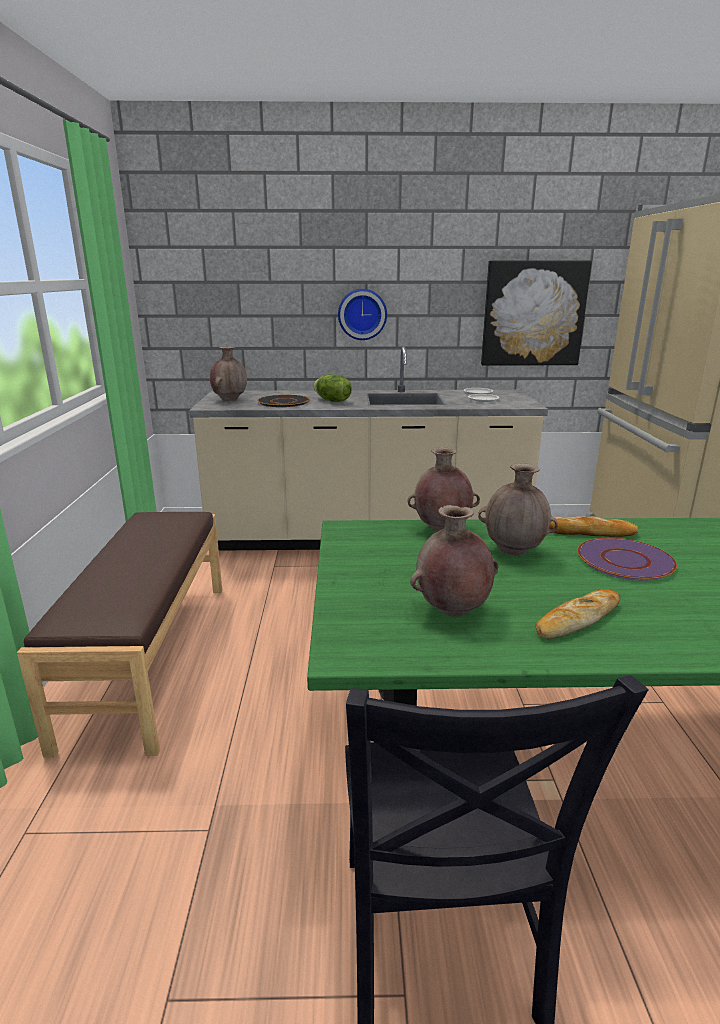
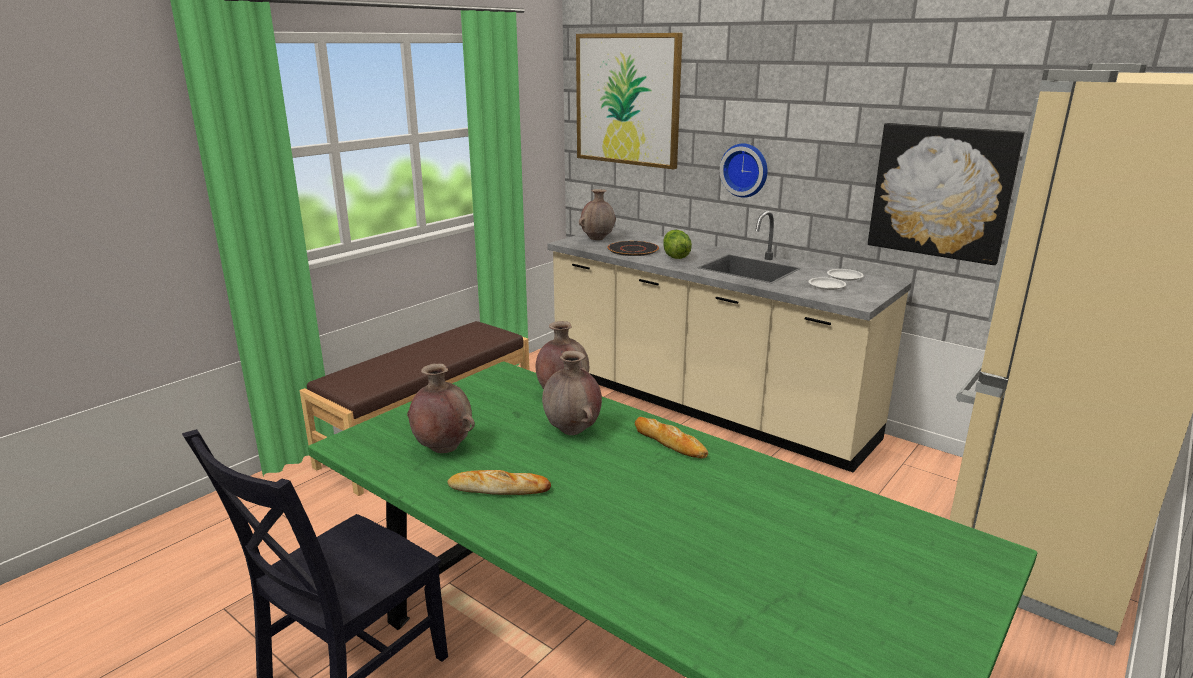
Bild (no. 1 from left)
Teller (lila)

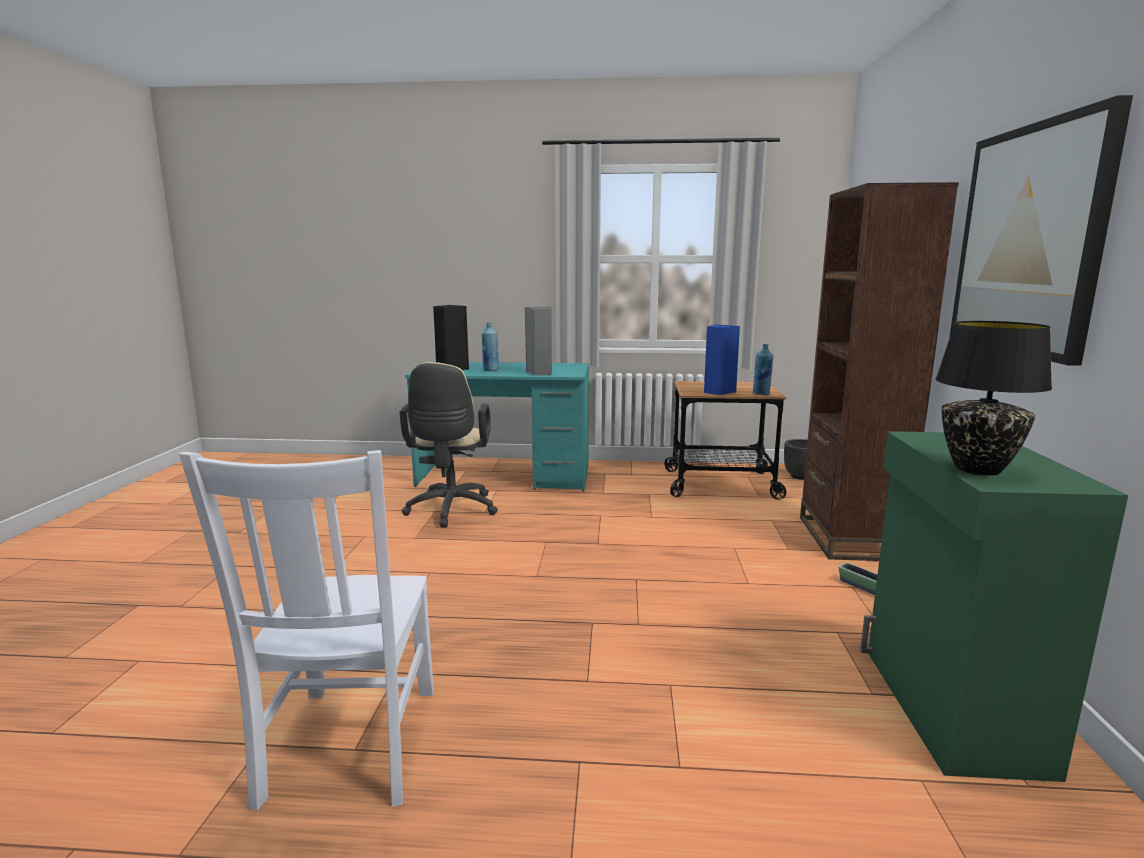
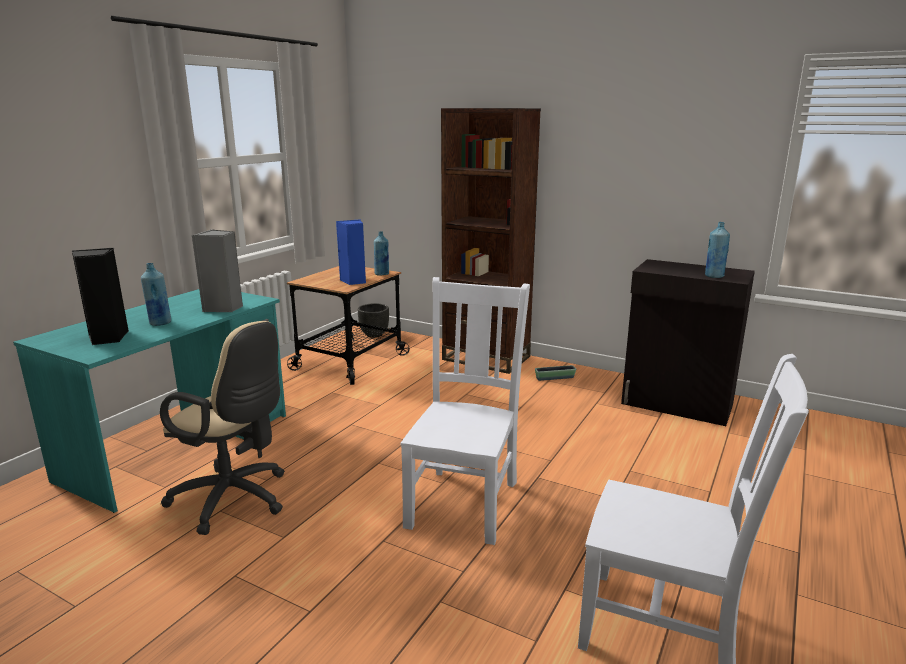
Stuhl (weiß) (no. 1 from left)
Schrank (schwarz)
Flasche (blau) (no. 3 from left)
Bild

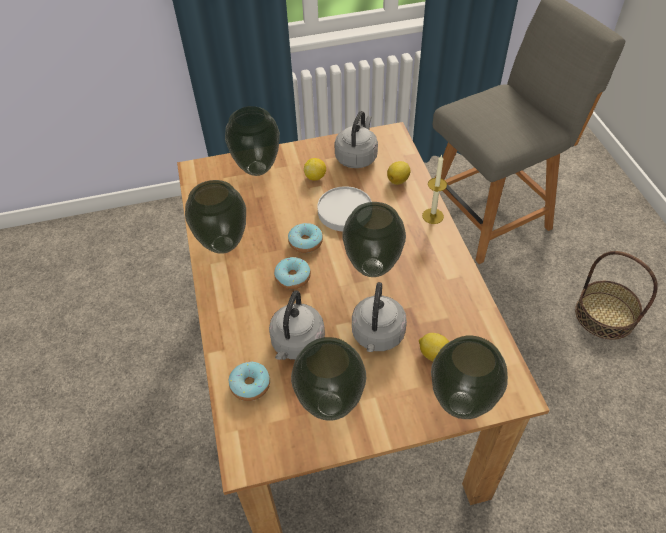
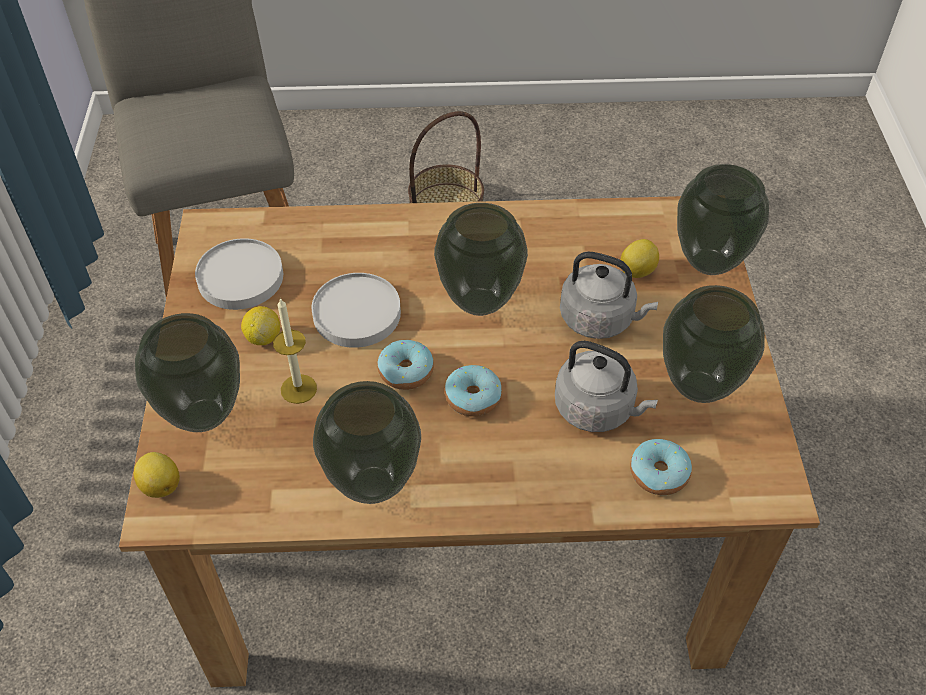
Zitrone (no. 1 from left)
Teller (weiß) (no. 1 from left)
Kerze

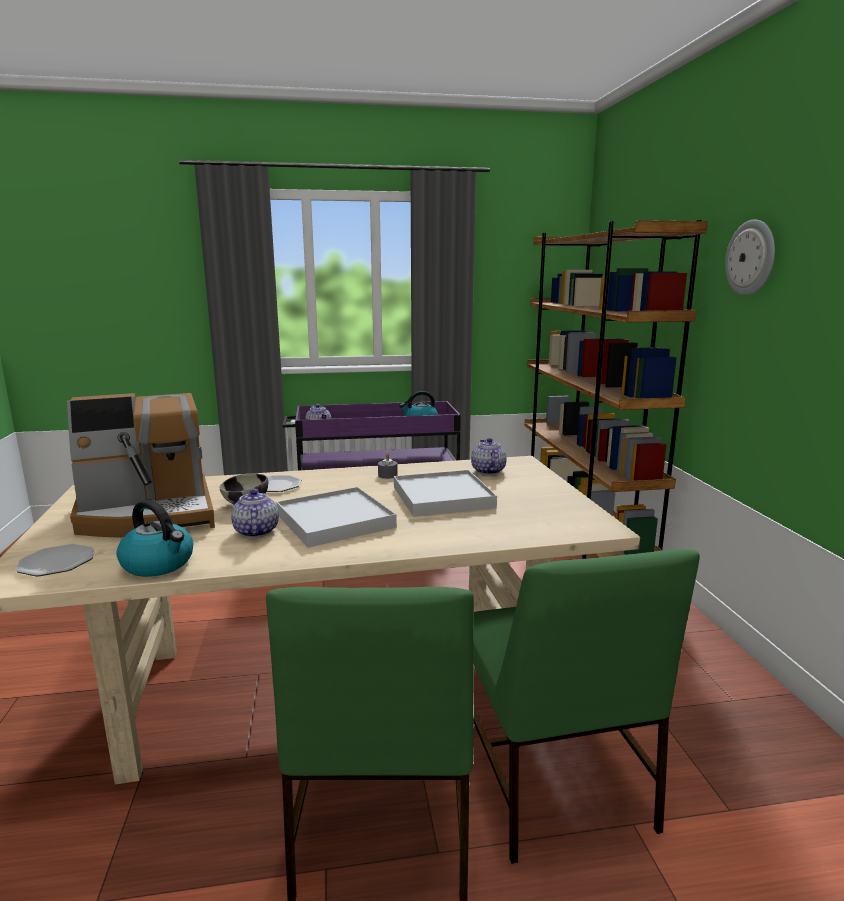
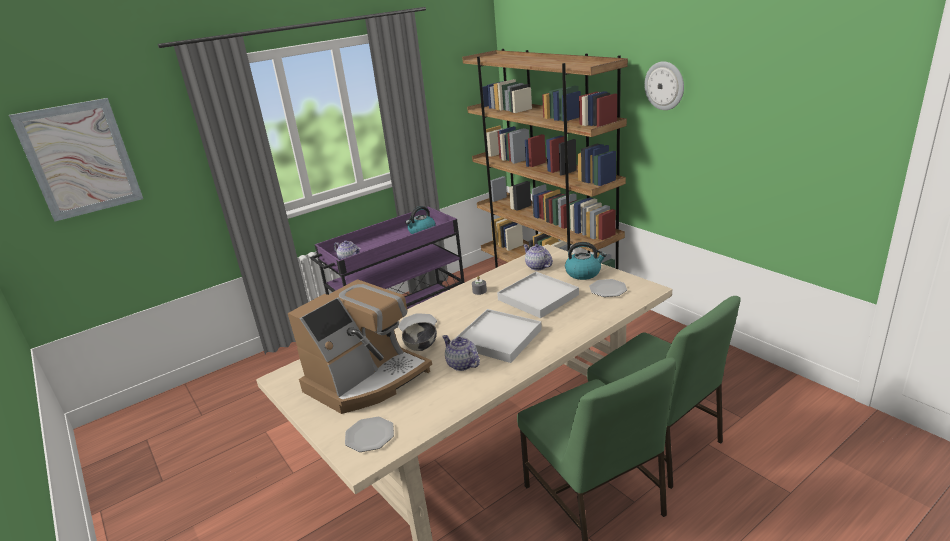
Bild
Wasserkessel (no. 2 from left)
Teller (no. 3 from left)

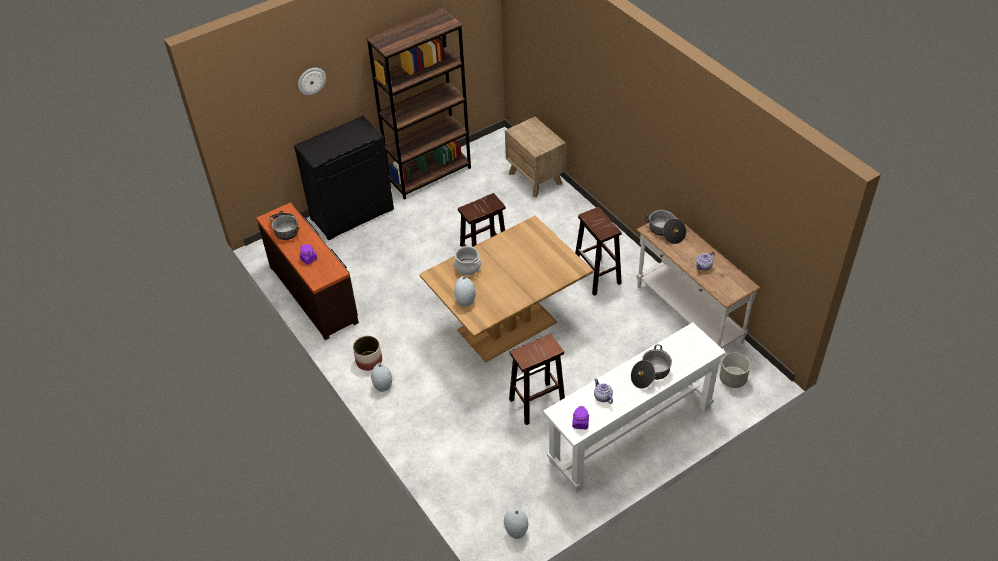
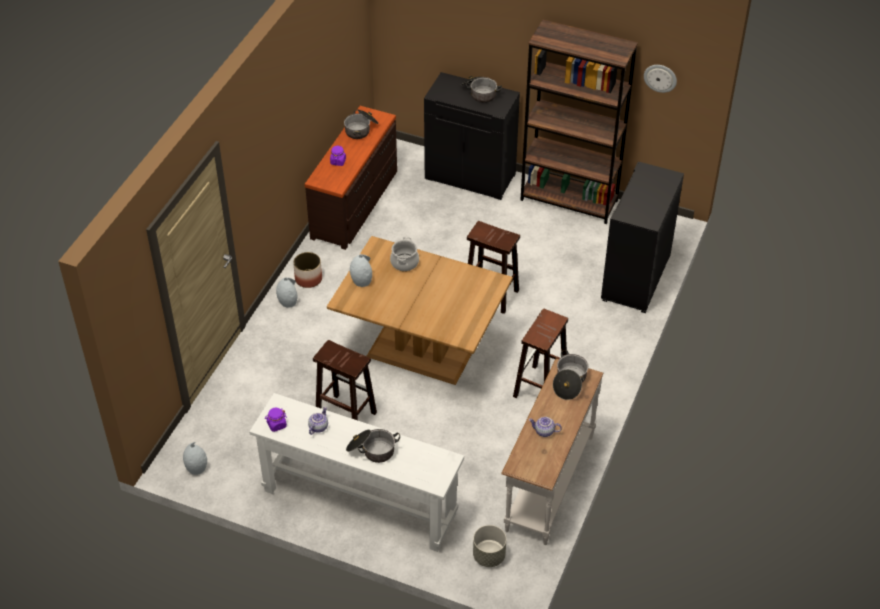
Kochtopf (no. 4 from left)
Schrank (schwarz) (no. 2 from left)
Wanduhr

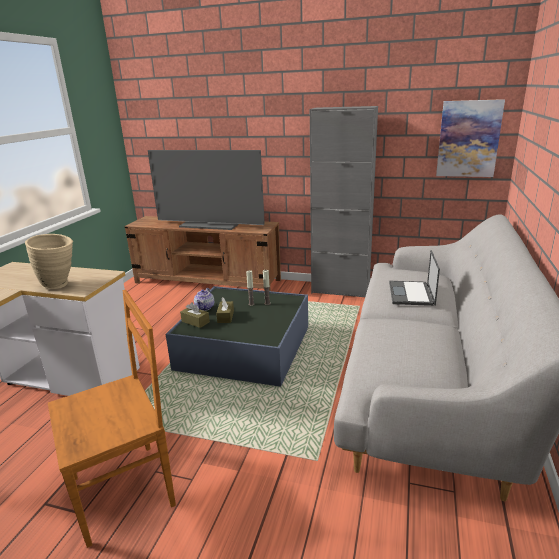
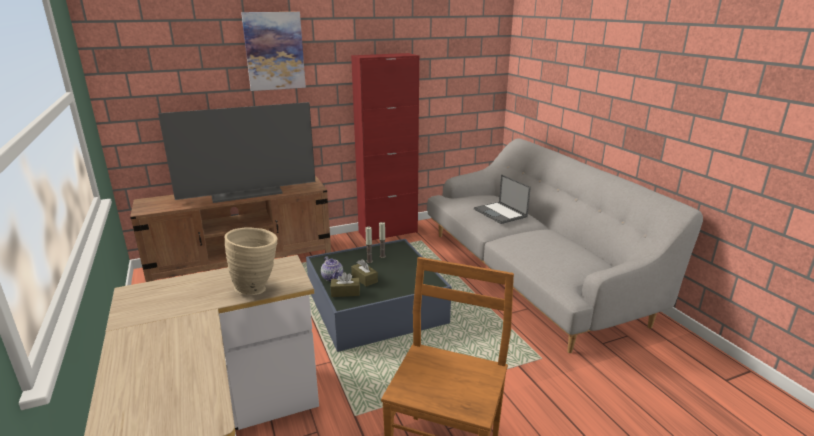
Bild
Schrank (rot)

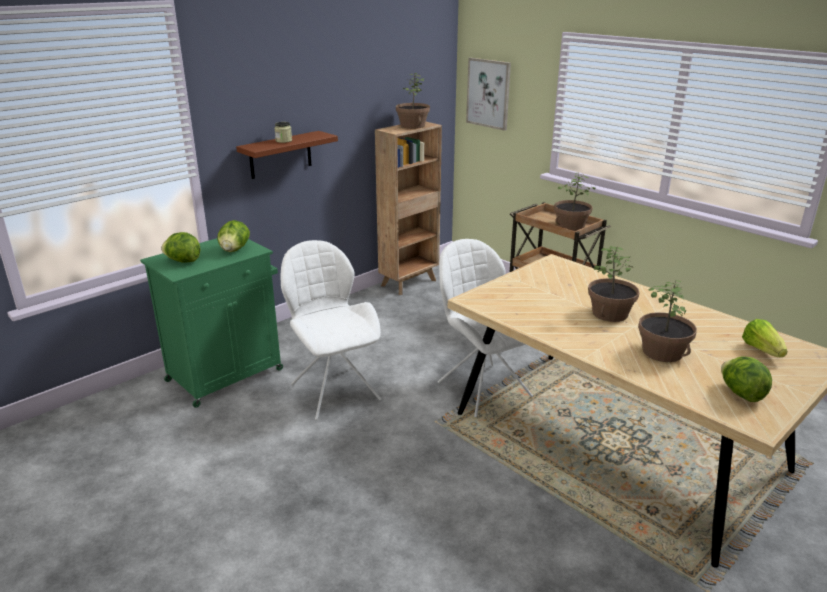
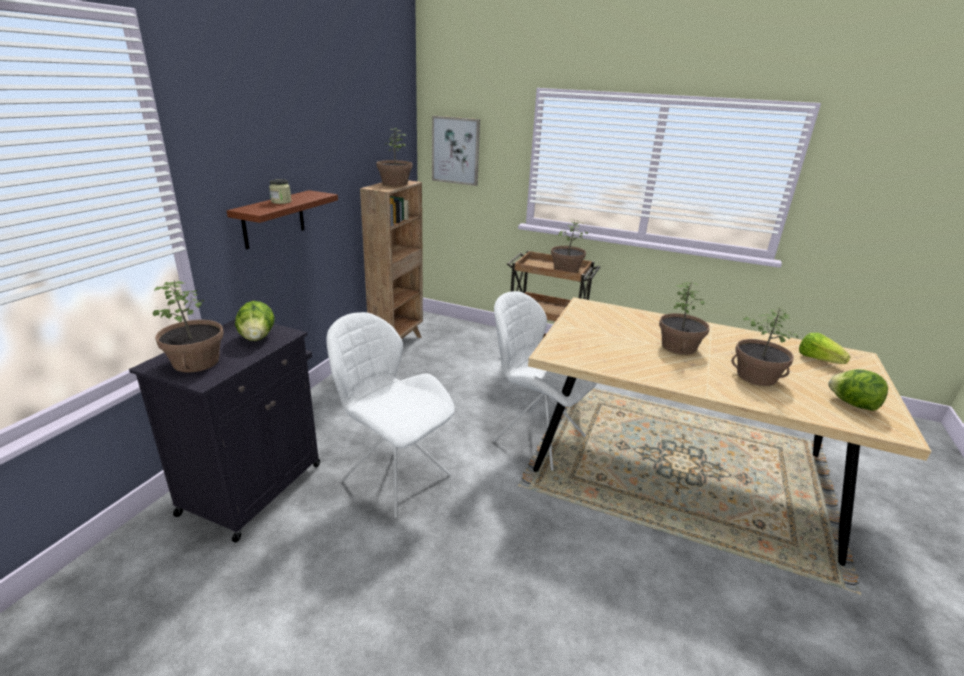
Schrank (schwarz)
Topfpflanze (no. 1 from left)

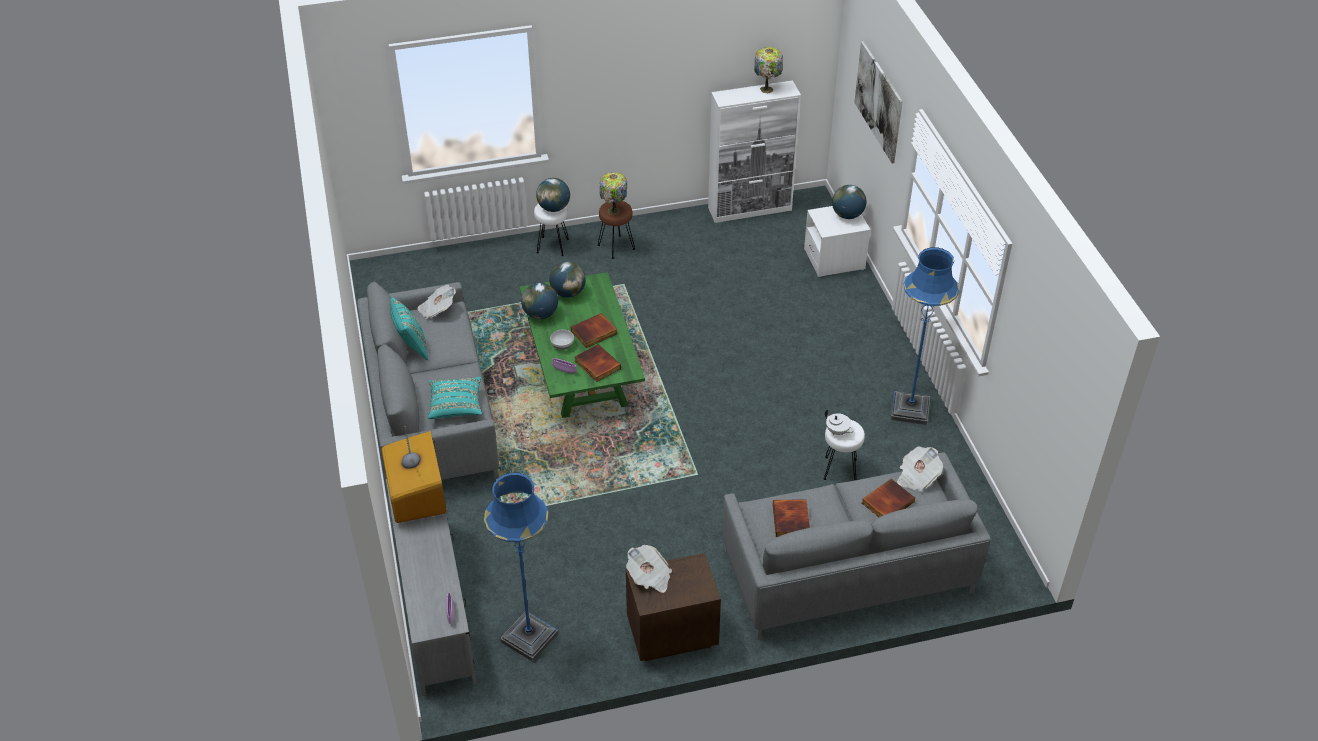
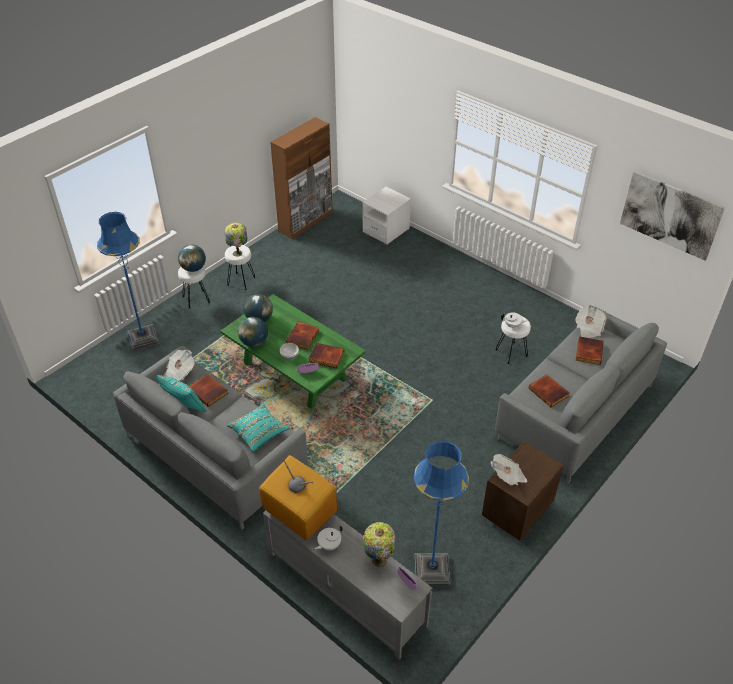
Stehlampe (blau) (no. 1 from left)
Buch (no. 1 from left)
Hocker (weiß) (no. 2 from left)
Schrank (braun)
Teekanne (weiß) (no. 1 from left)
Tischlampe (no. 2 from left)
Bild
Globus (no. 4 from left in the first image)

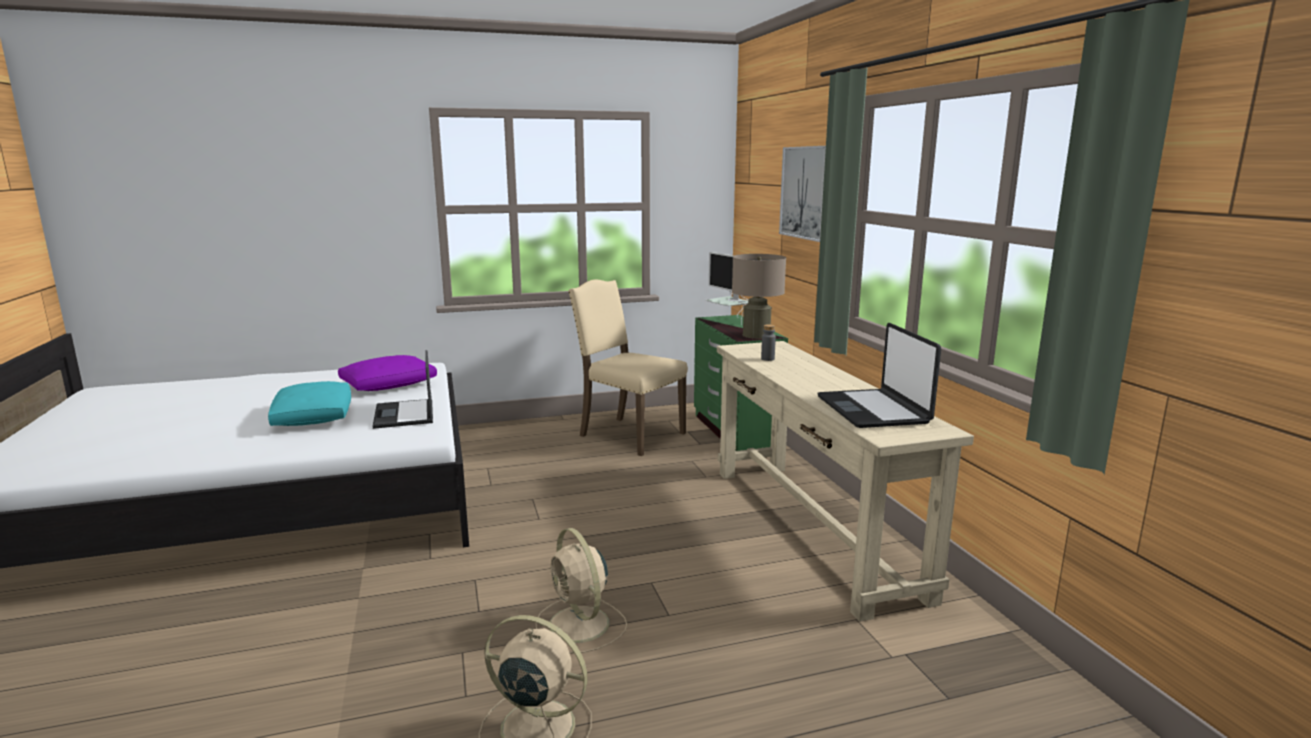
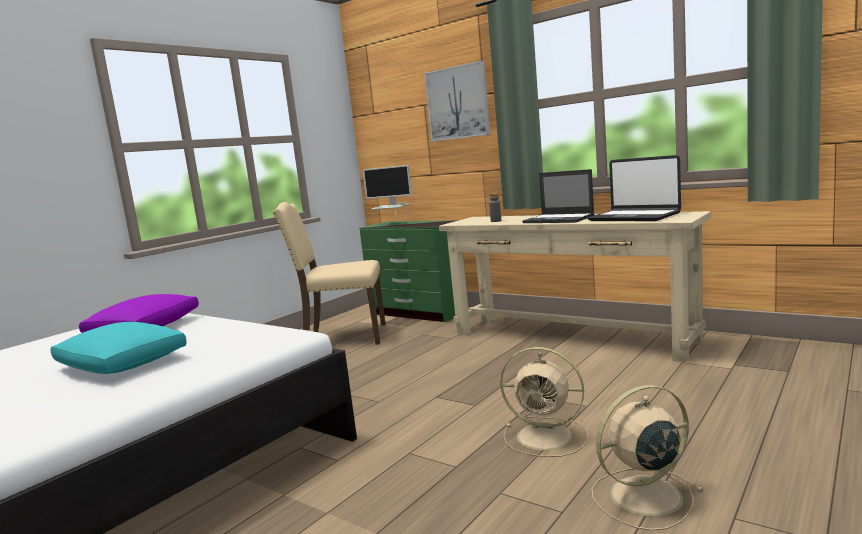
Laptop (no. 1 from left)
Tischlampe (beige)

